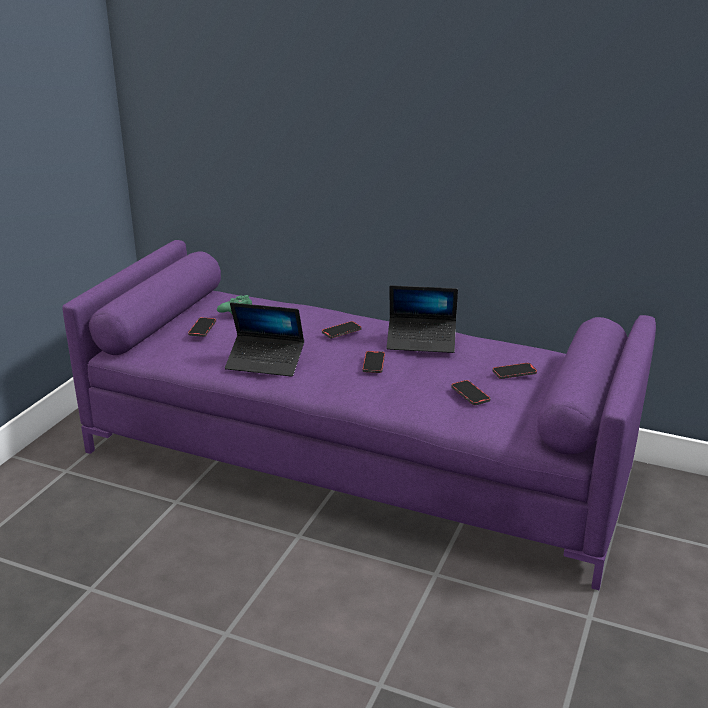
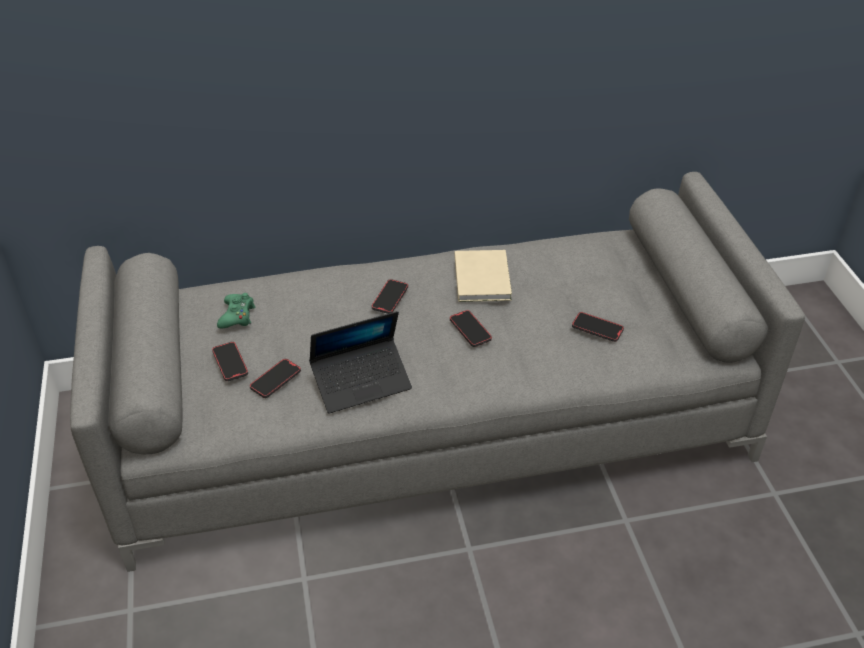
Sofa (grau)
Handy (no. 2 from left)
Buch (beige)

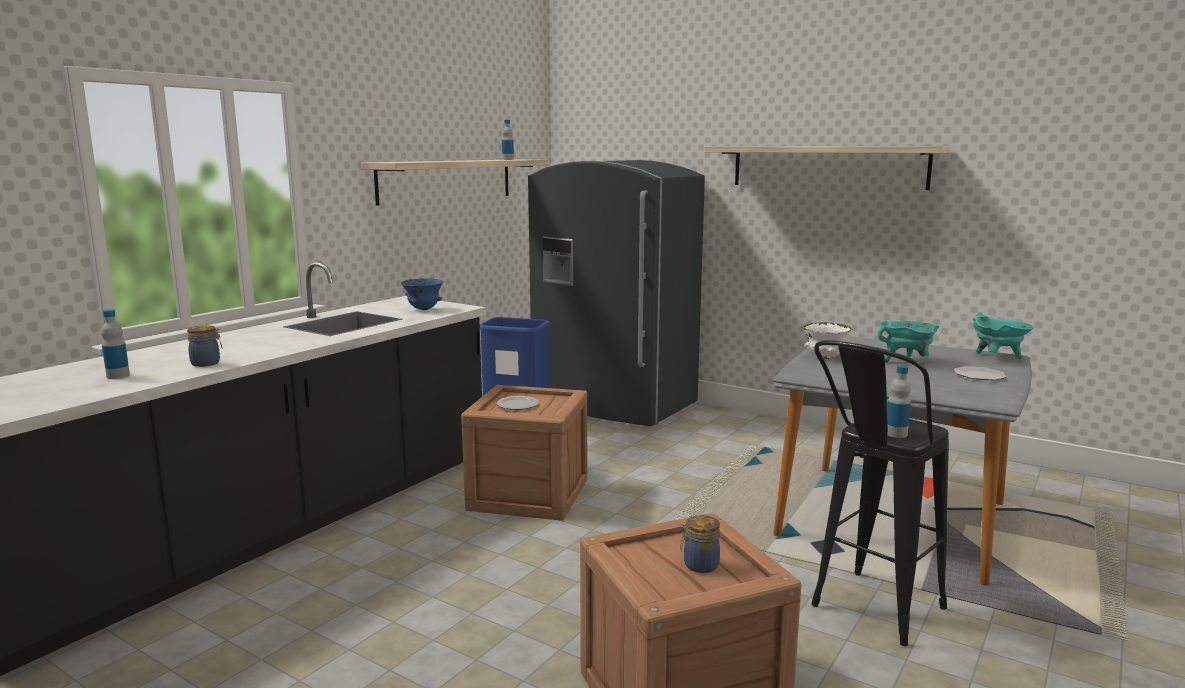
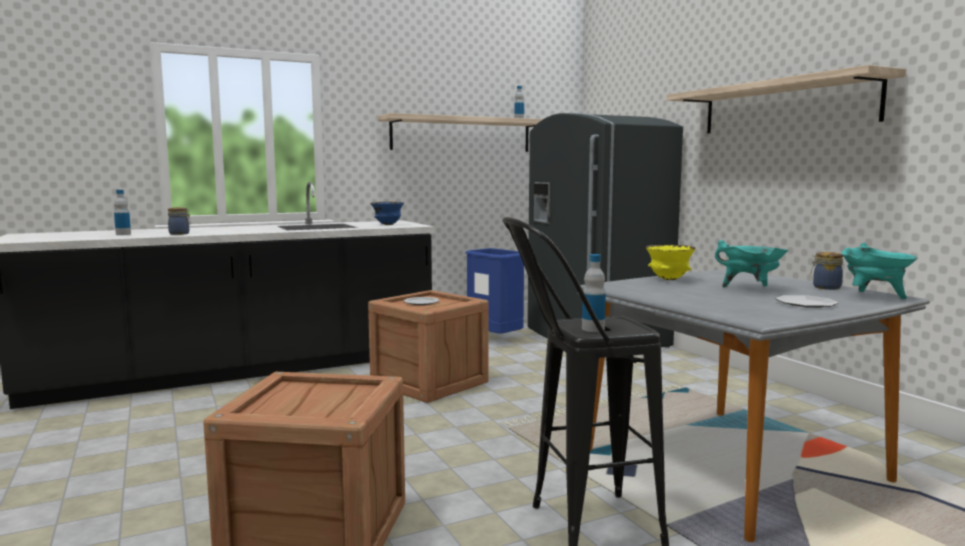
Schüssel (gelb)
Vorratsglas (no. 2 from left)

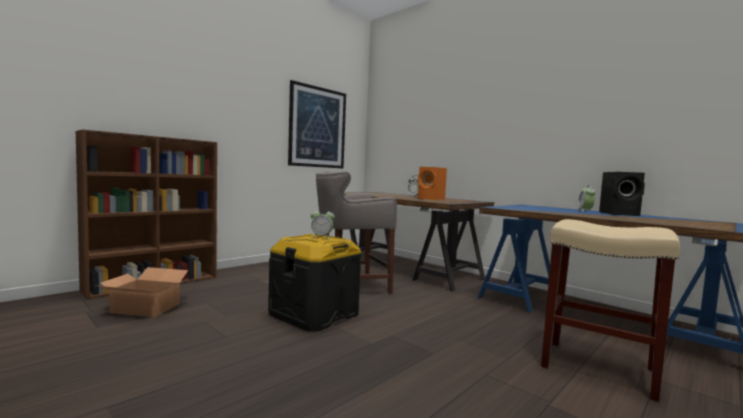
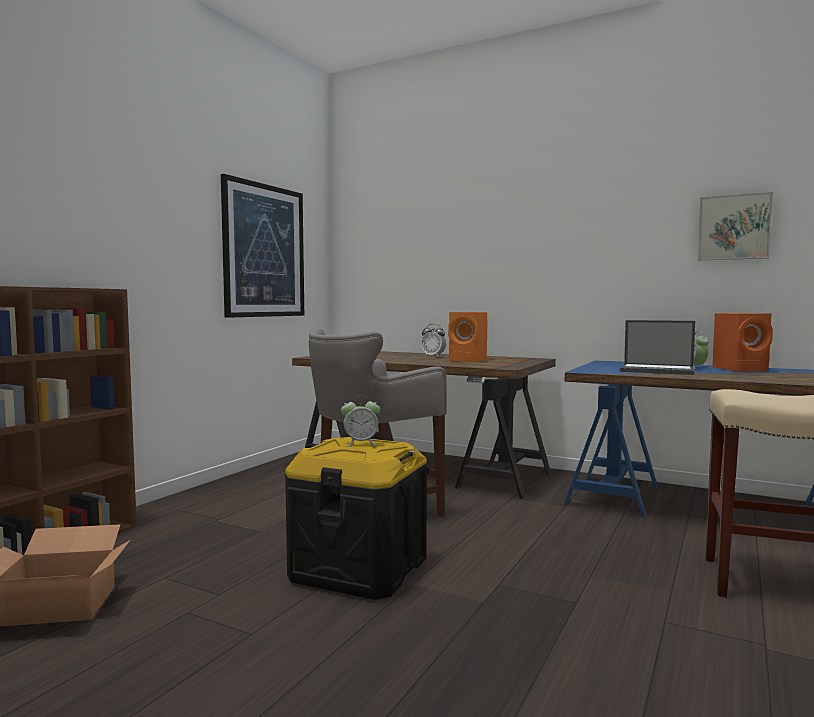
Laptop
Bild (no. 2 from left)
Lautsprecher (orange) (no. 2 from left)

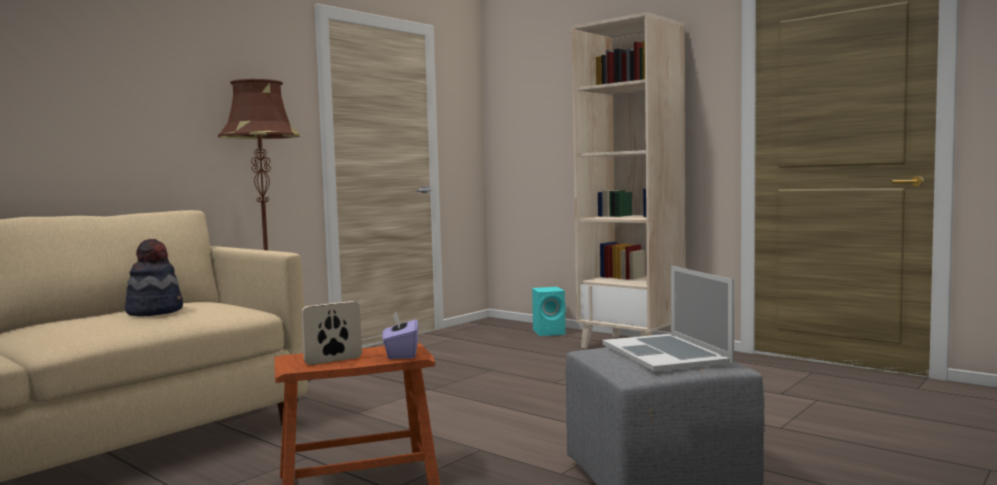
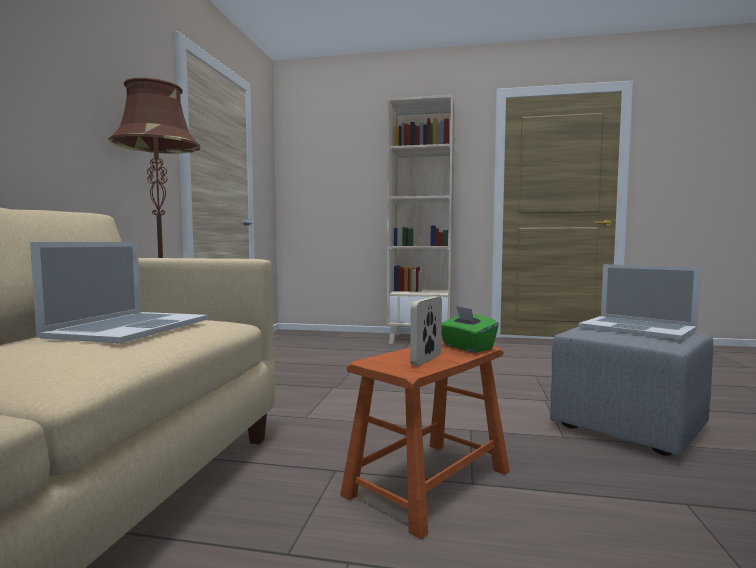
Laptop (no. 1 from left)
Taschentuchbox (grün)
Lautsprecher (türkis)

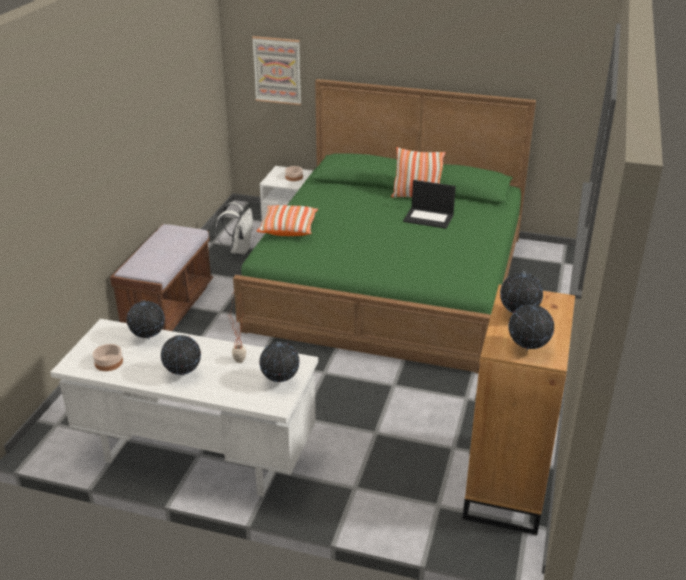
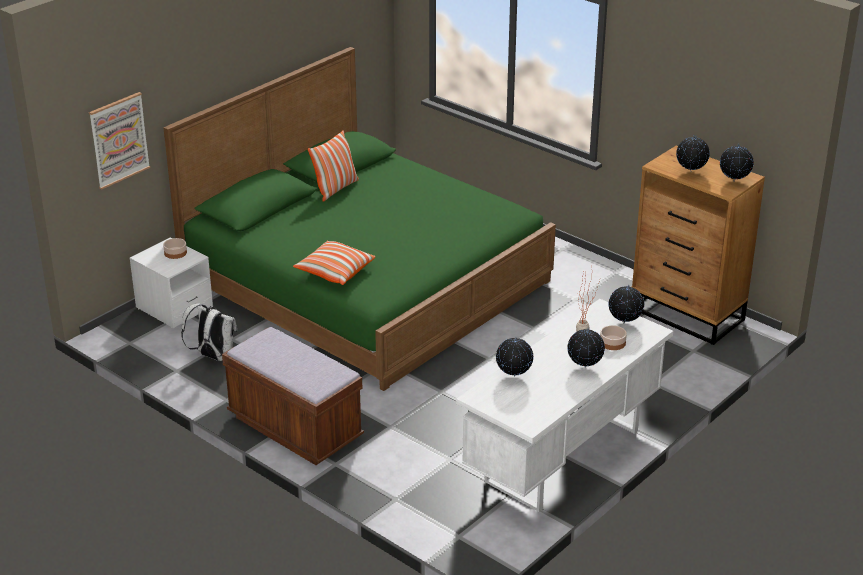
Schüssel (no. 2 from left)
Laptop

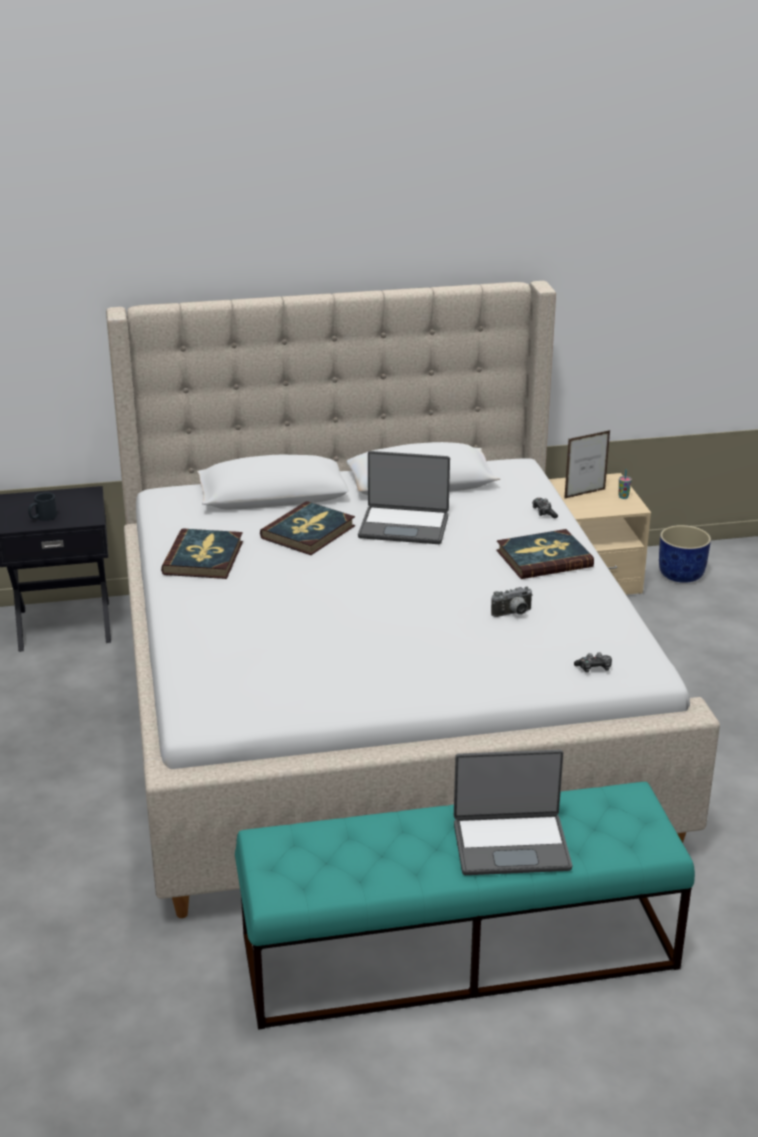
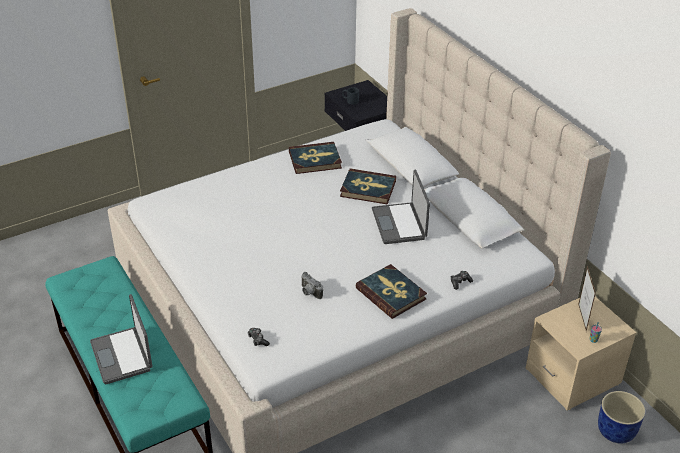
Bilderrahmen

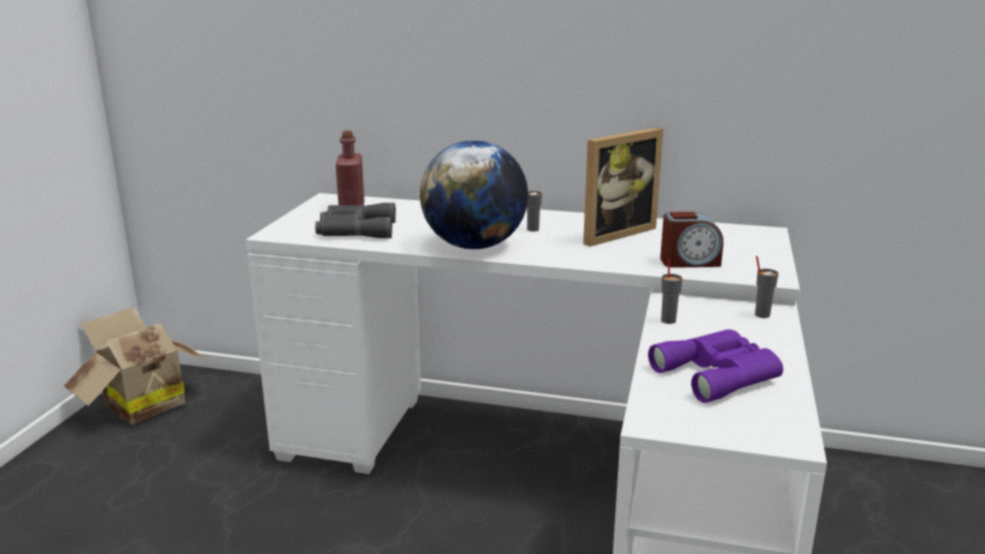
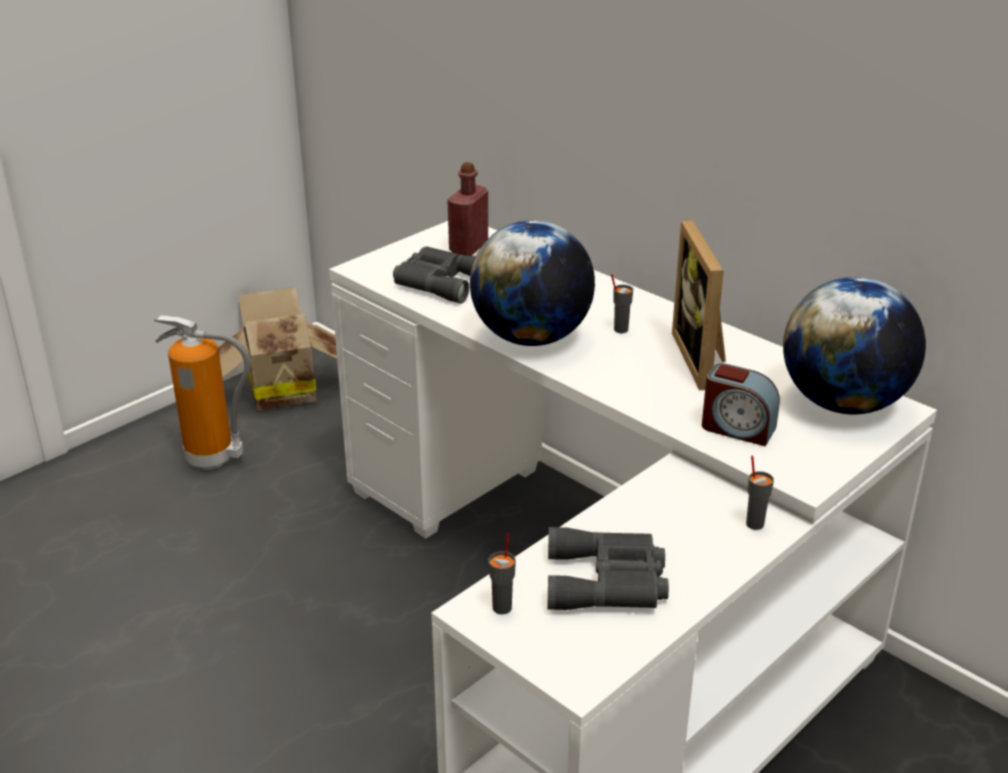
Feuerlöscher
Tasse (grau) (no. 1 from left)
Fernglas (grau) (no. 2 from left)
Bilderrahmen
Globus (no. 2 from left)

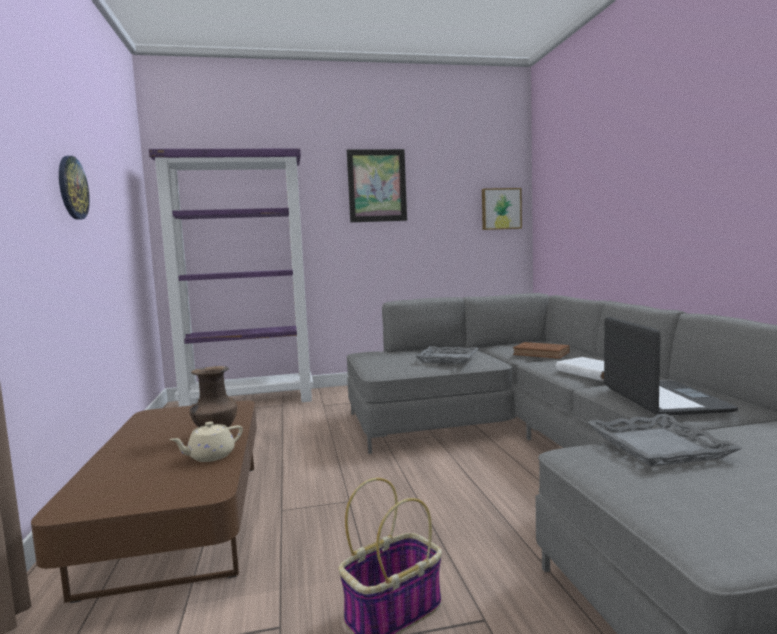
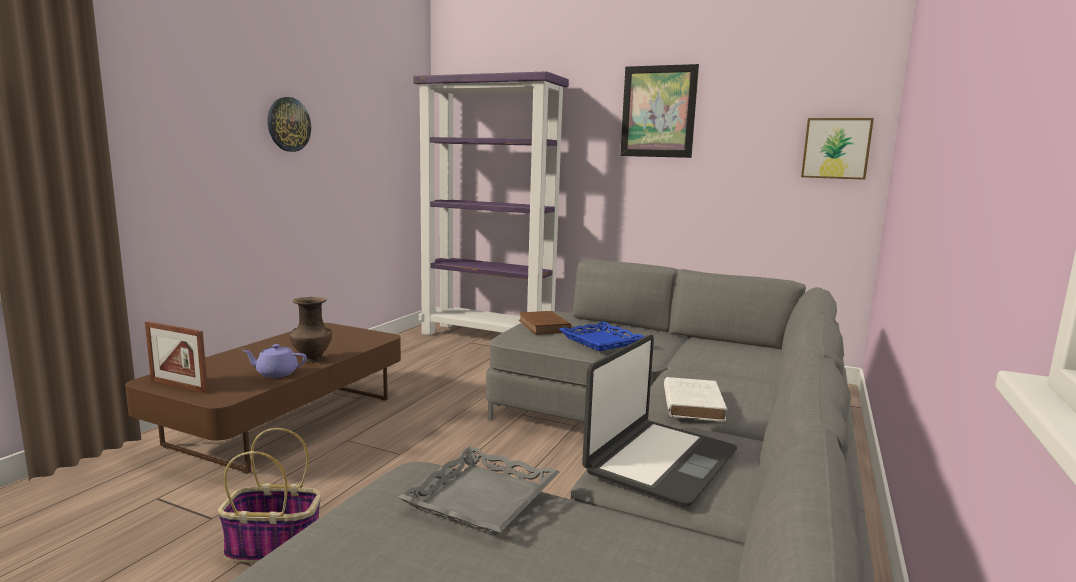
Bilderrahmen
Teekanne (lila)
Buch (braun)
Tablett (blau)

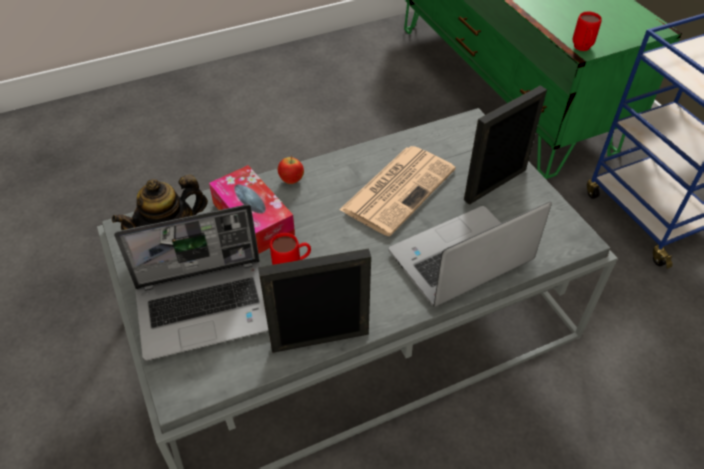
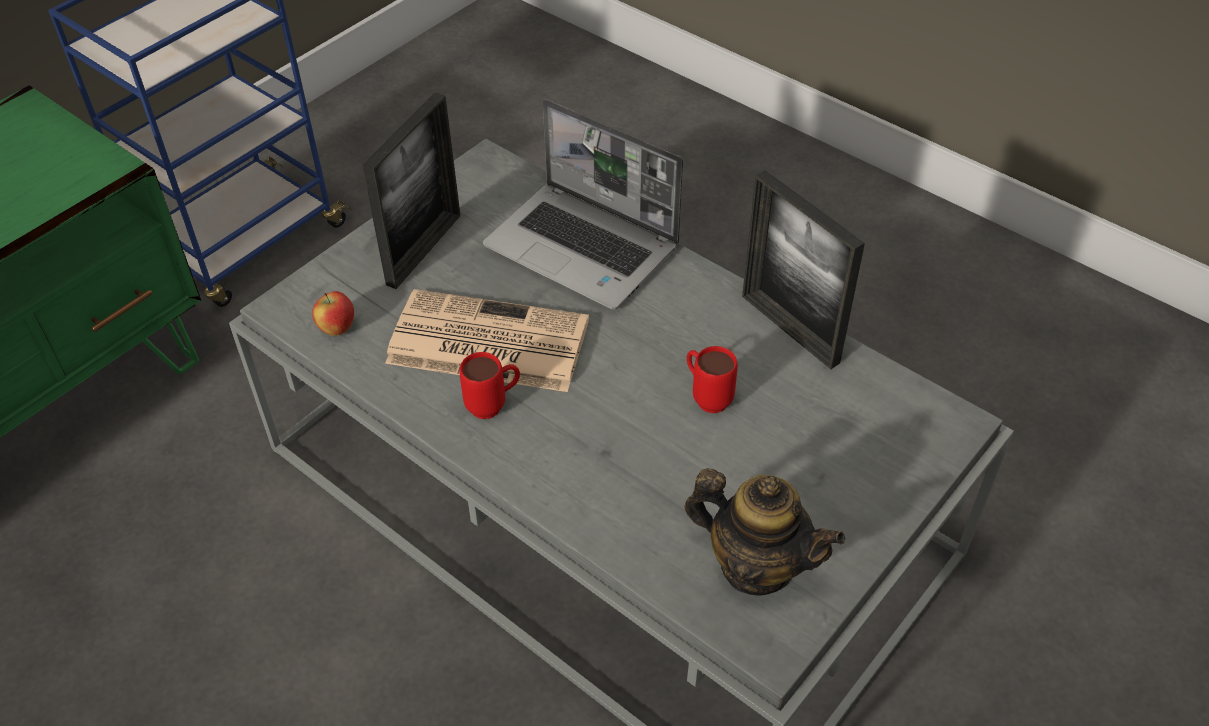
Apfel
Bilderrahmen (no. 1 from left)
Henkelbecher (rot) (no. 1 from left)
Laptop (no. 1 from left in the first image)
Taschentuchbox

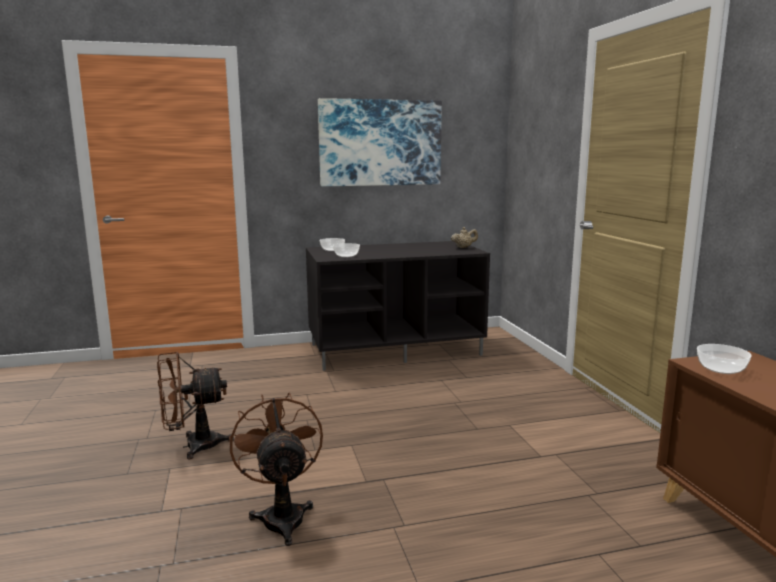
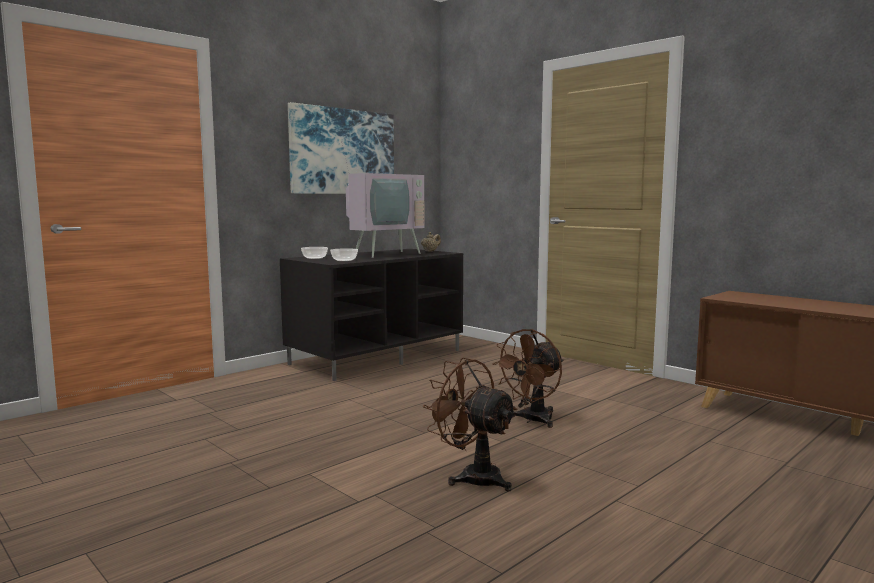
Fernseher
Ventilator (braun) (no. 2 from left)
Schüssel (no. 3 from left in the first image)

